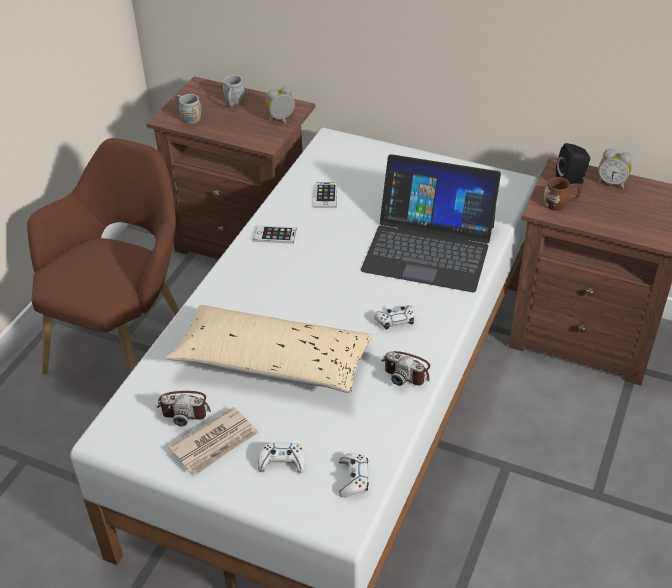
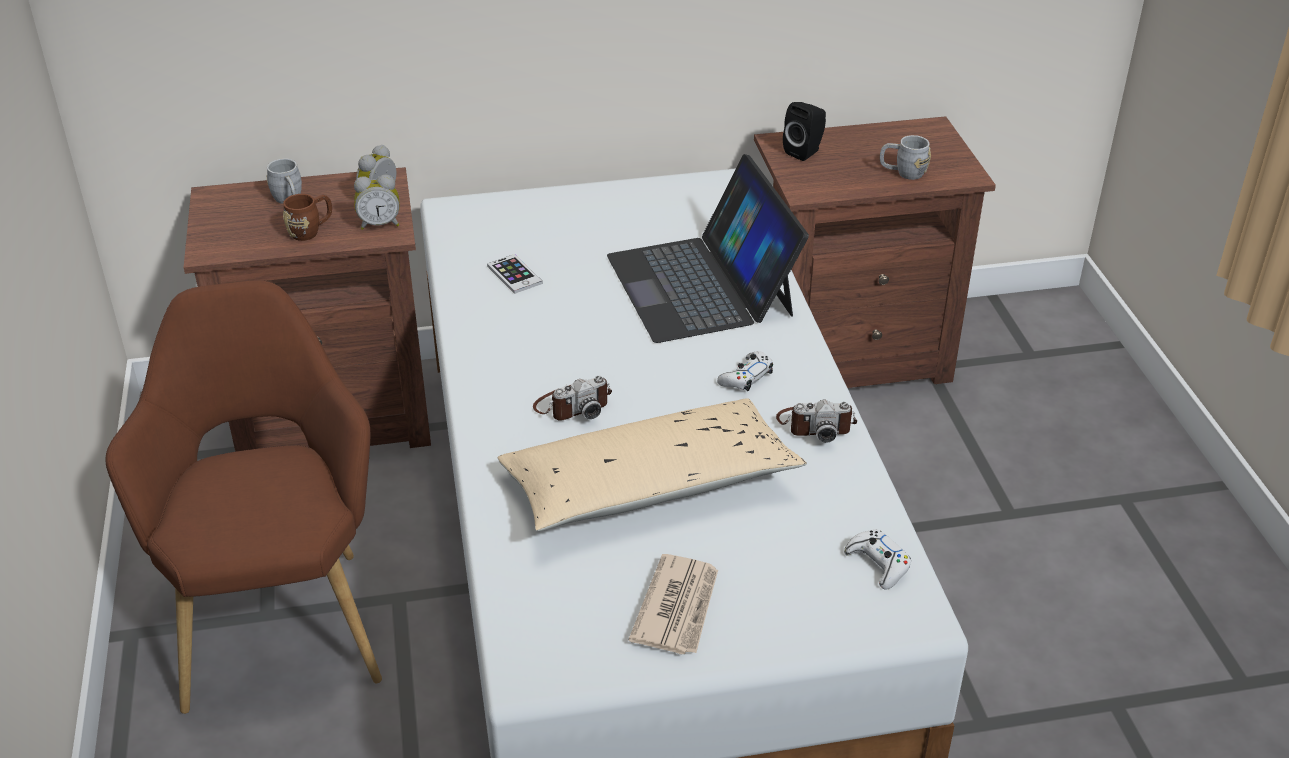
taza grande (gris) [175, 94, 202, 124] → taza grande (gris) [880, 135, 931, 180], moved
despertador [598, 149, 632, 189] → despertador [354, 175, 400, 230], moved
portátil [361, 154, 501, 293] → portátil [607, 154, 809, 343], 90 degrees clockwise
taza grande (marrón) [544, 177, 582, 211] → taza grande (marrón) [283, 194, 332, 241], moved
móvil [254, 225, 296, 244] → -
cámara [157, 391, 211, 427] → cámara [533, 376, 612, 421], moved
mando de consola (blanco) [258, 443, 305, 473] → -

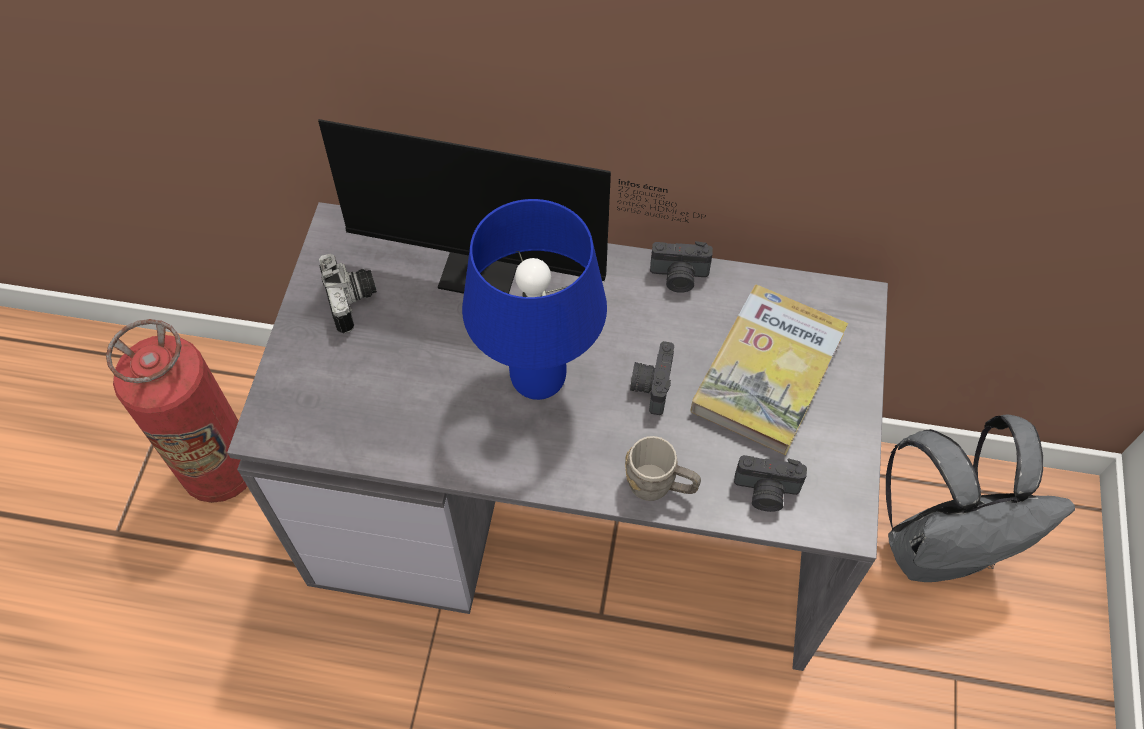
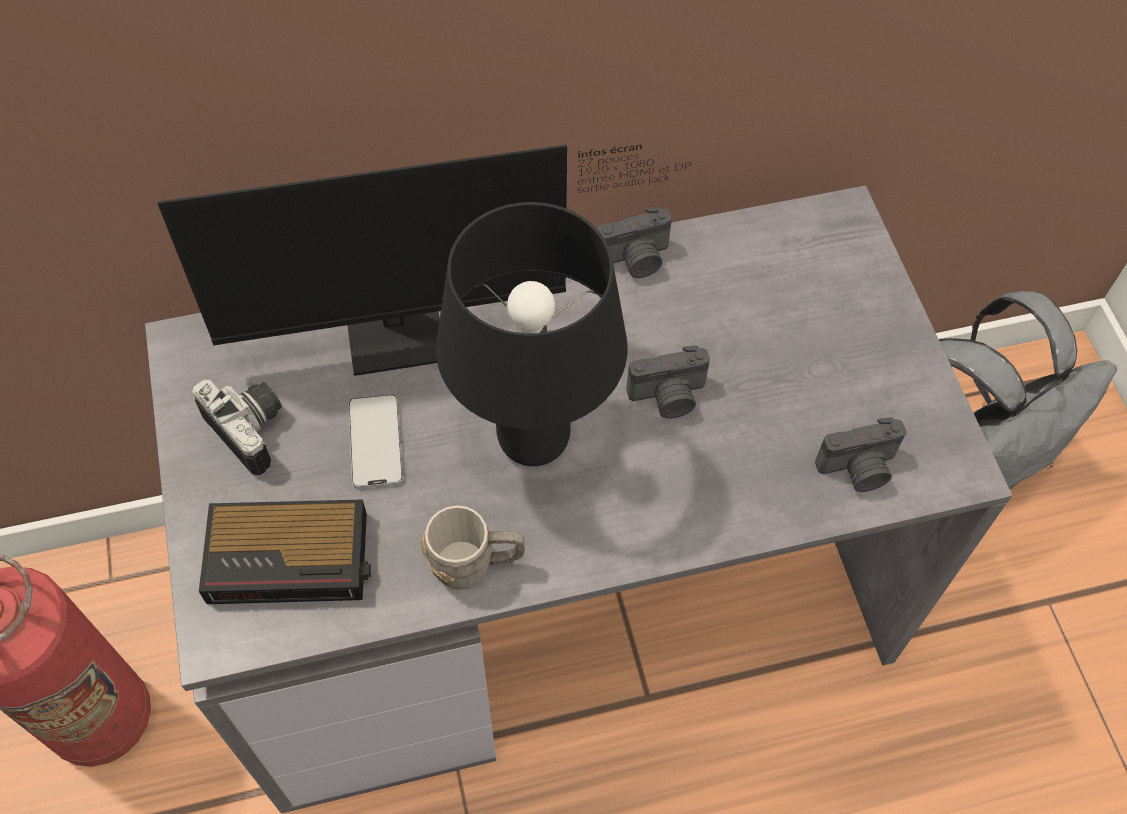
lámpara de mesa (azul) [462, 199, 607, 400] → lámpara de mesa (negro) [436, 202, 628, 466]
libro [690, 284, 848, 455] → -
cámara [630, 341, 674, 415] → cámara [626, 345, 710, 418], 90 degrees counterclockwise
taza grande (gris) [625, 436, 701, 501] → taza grande (gris) [421, 505, 525, 590], moved
- → móvil [349, 394, 403, 489]
- → despertador [199, 499, 371, 604]

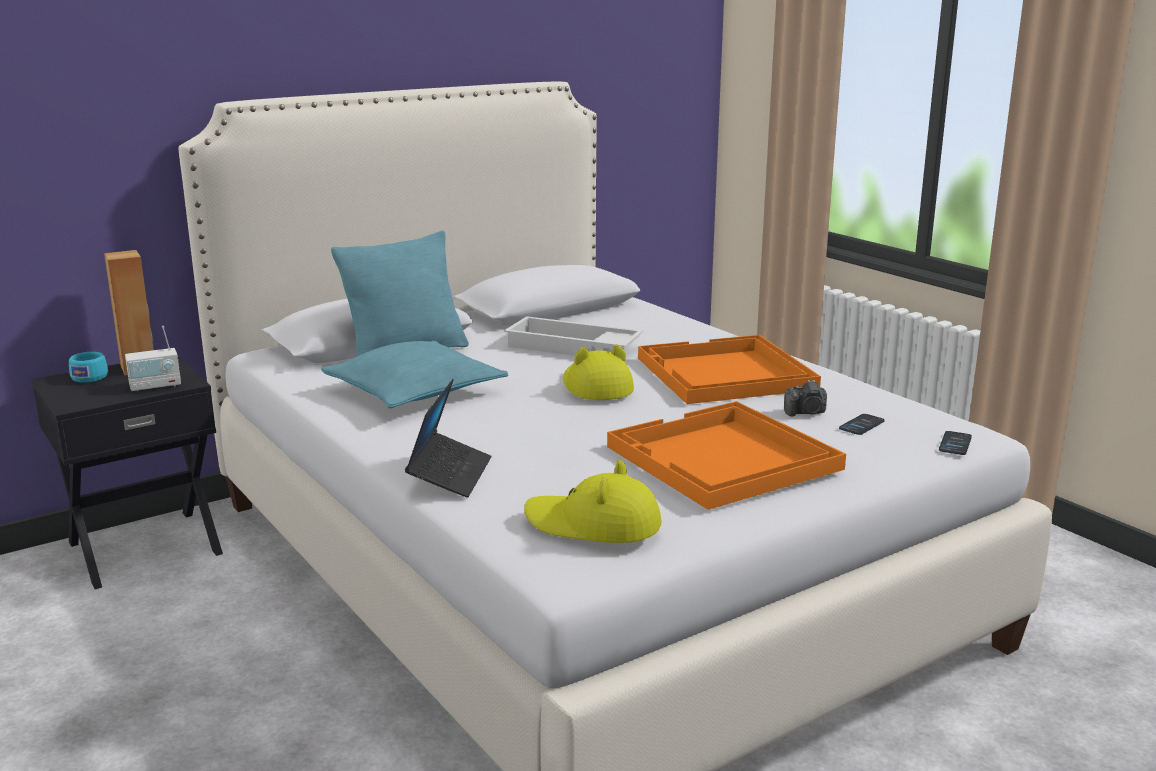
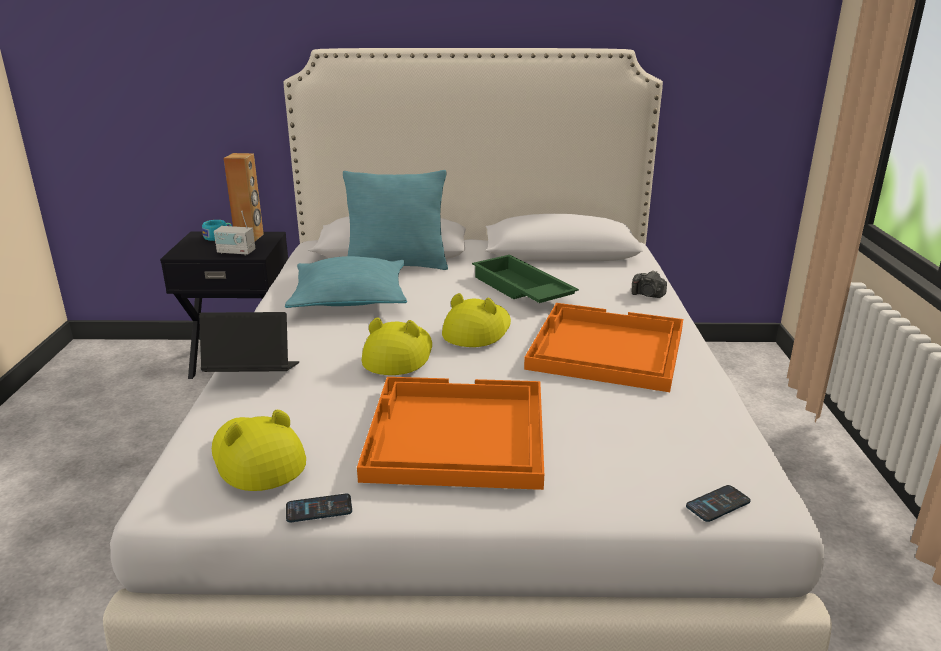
bandeja (blanco) [504, 316, 643, 356] → bandeja (verde) [472, 255, 579, 303]
portátil [405, 379, 492, 498] → portátil [199, 312, 299, 372], 135 degrees counterclockwise
cámara [784, 380, 827, 416] → cámara [632, 270, 667, 298], moved
móvil [839, 414, 885, 435] → móvil [286, 494, 352, 522], moved
- → sombrero (amarillo) [362, 317, 432, 375]

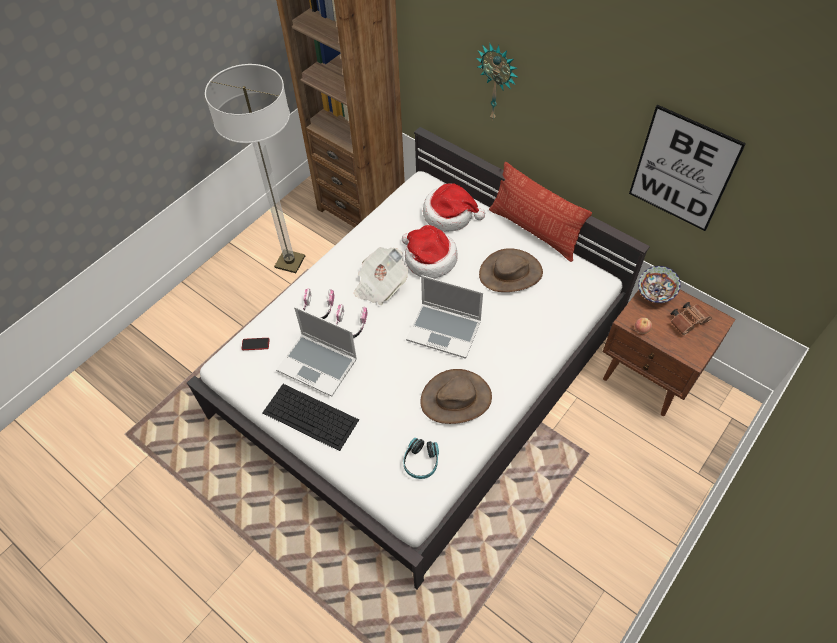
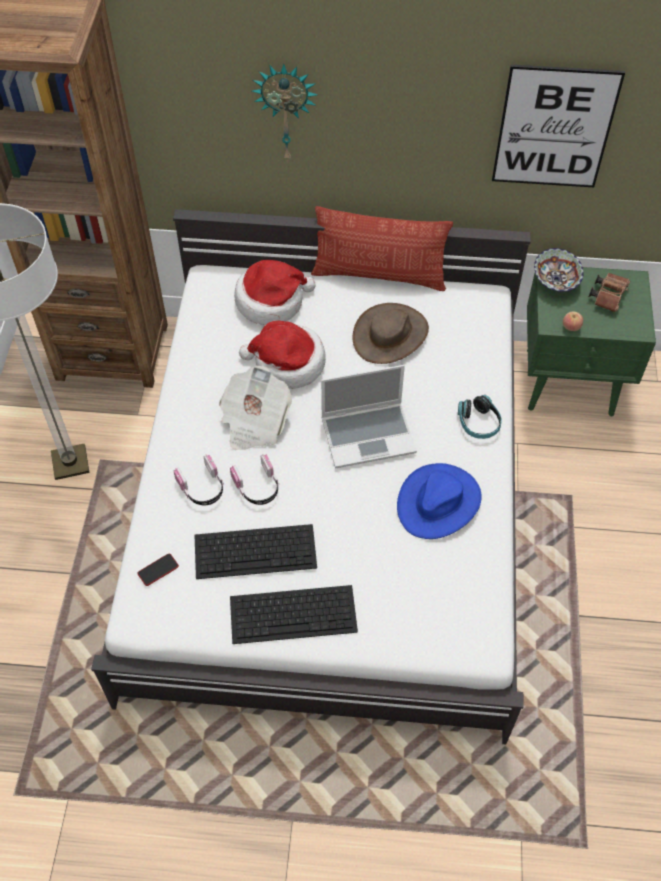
mesita de noche (marrón) [603, 290, 736, 416] → mesita de noche (verde) [527, 267, 656, 416]
portátil [276, 307, 357, 397] → teclado [195, 524, 317, 579]
sombrero (marrón) [420, 369, 492, 424] → sombrero (azul) [397, 463, 482, 539]
auriculares [403, 438, 439, 479] → auriculares [458, 395, 502, 439], moved

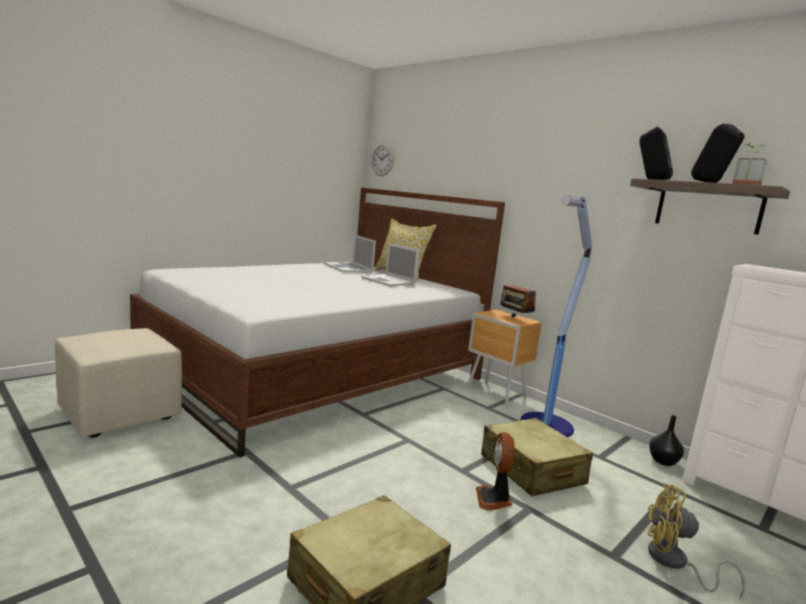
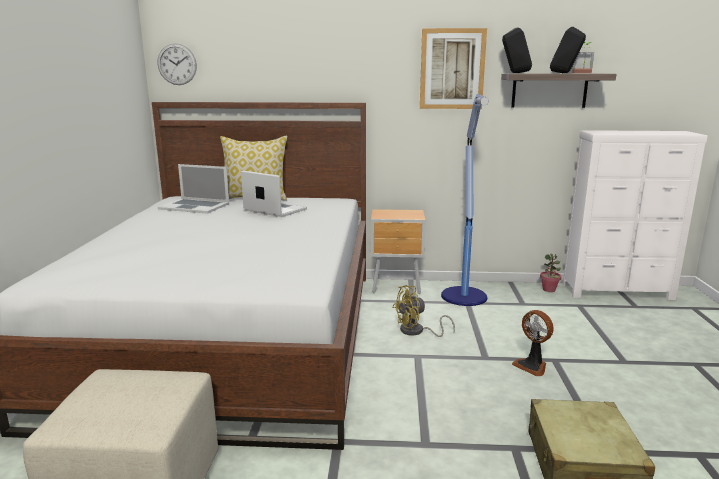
portátil [361, 243, 420, 286] → portátil [241, 171, 307, 217], 150 degrees counterclockwise
radio [500, 277, 536, 317] → -
florero (negro) [649, 415, 684, 466] → planta en maceta [540, 254, 561, 292]
maleta (beis) [481, 418, 593, 496] → -
ventilador (amarillo) [648, 483, 745, 598] → ventilador (amarillo) [392, 285, 455, 337], moved
- → cuadro [420, 28, 487, 109]

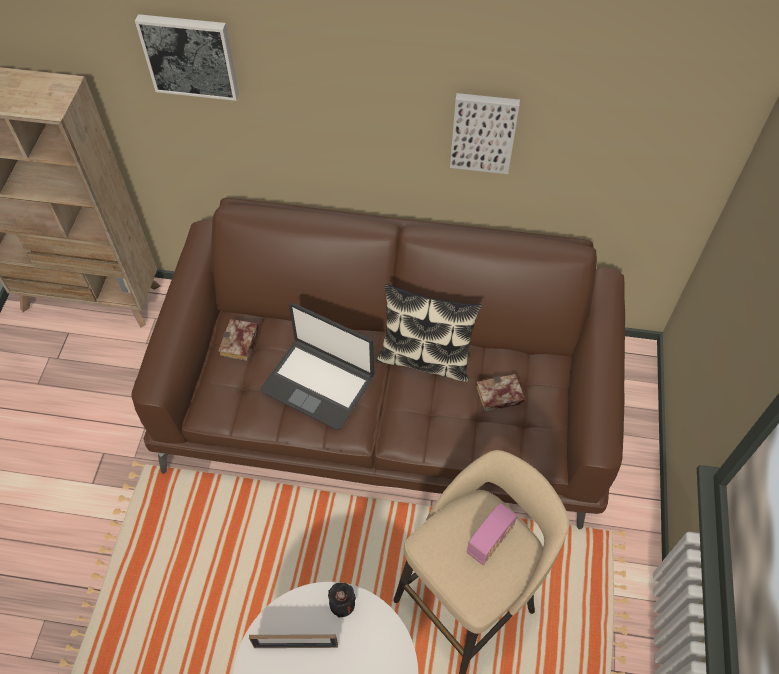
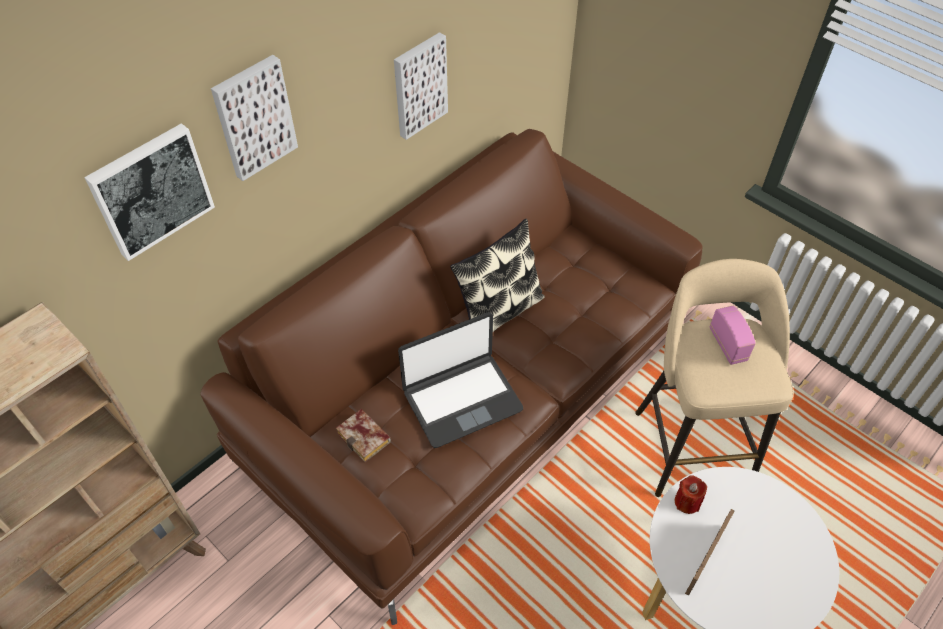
libro [476, 374, 525, 412] → -
vela (negro) [328, 583, 356, 618] → vela (rojo) [675, 475, 707, 514]
- → cuadro [211, 55, 298, 181]

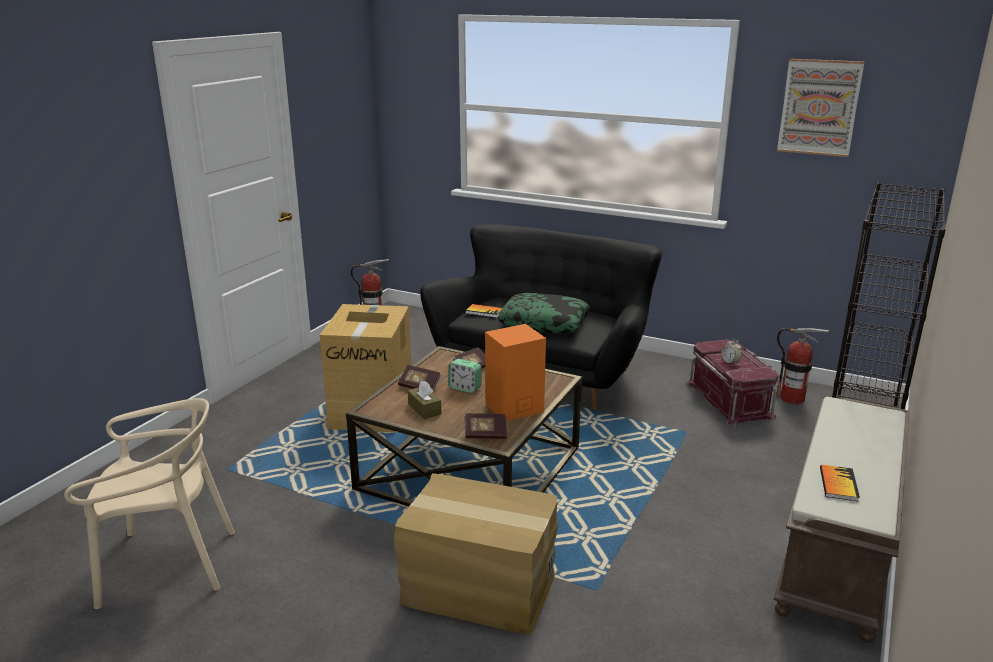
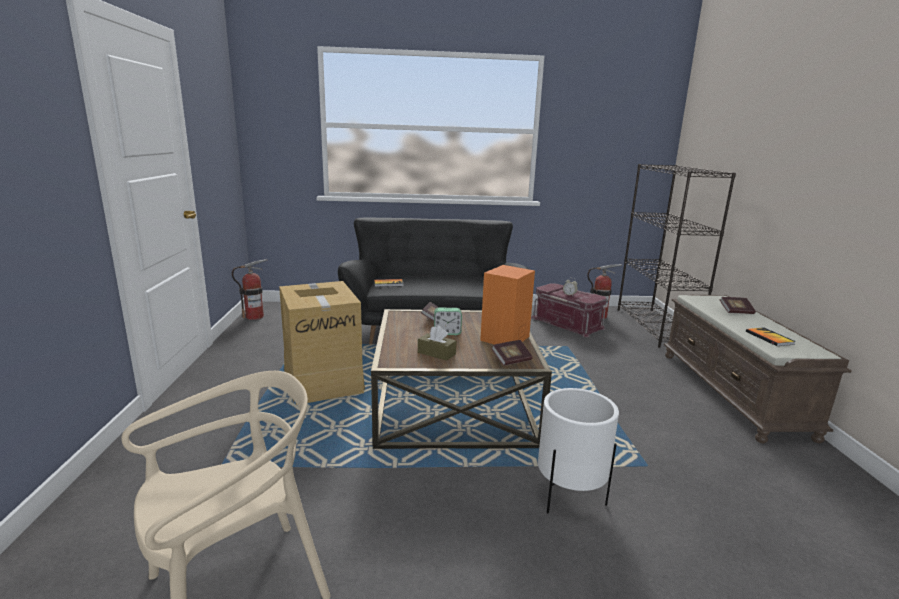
cuadro [777, 59, 864, 157] → -
cojín [497, 293, 590, 334] → -
libro [398, 365, 440, 393] → libro [720, 297, 756, 314], moved
caja de cartón [393, 473, 558, 635] → maceta (blanco) [538, 388, 619, 513]

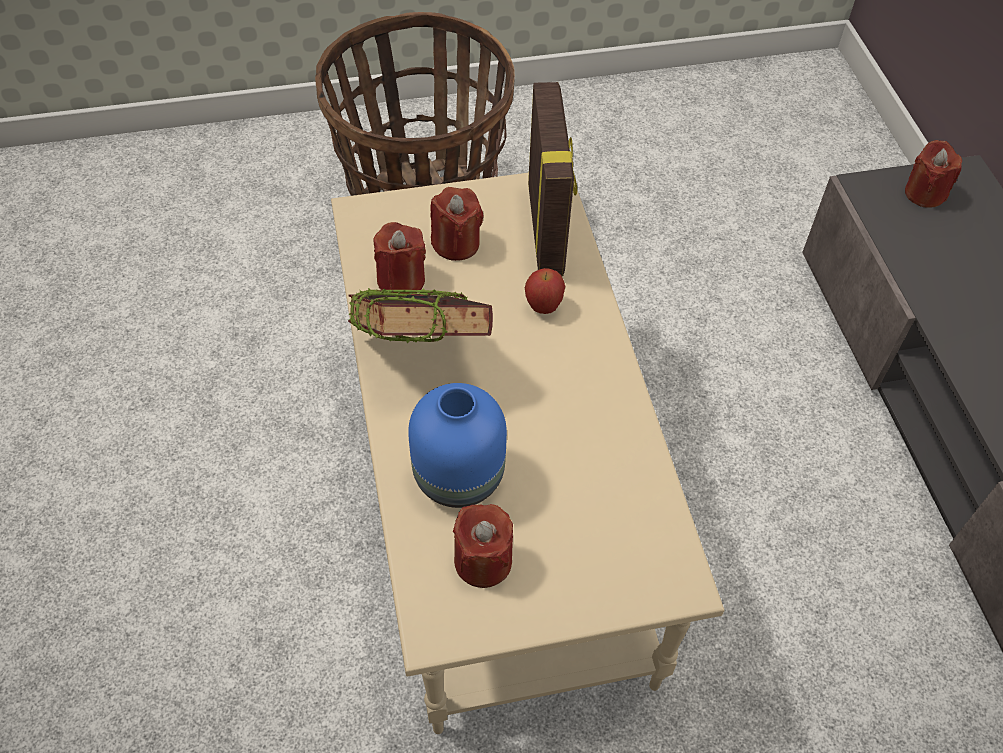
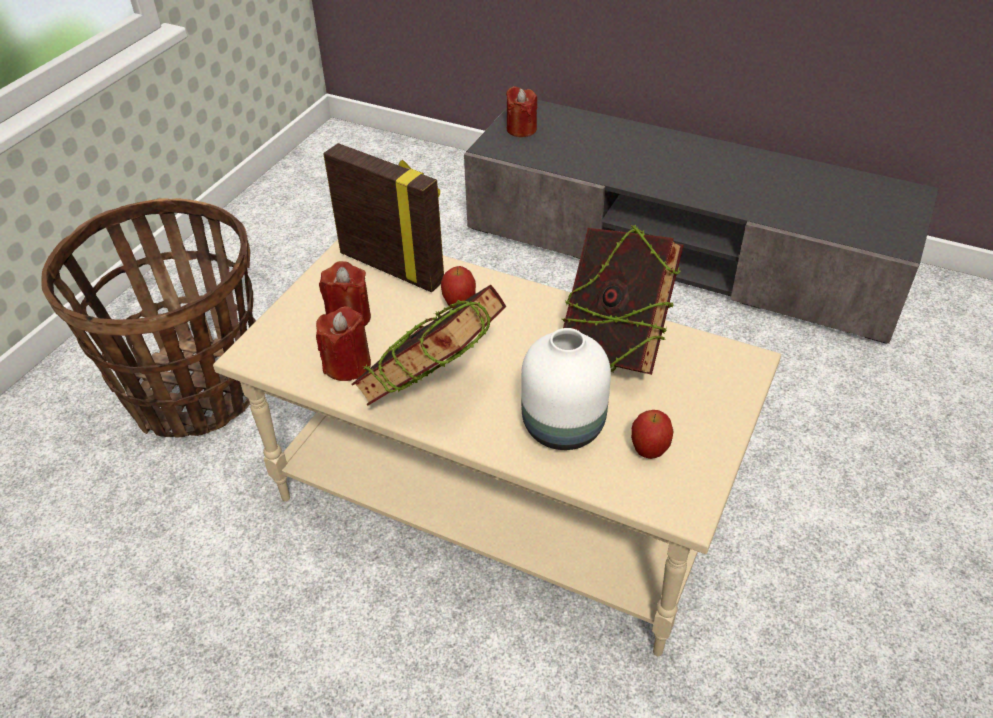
florero (azul) [408, 383, 507, 508] → florero (blanco) [521, 328, 611, 450]
vela (rojo) [453, 504, 513, 588] → manzana [631, 410, 674, 459]
- → libro [562, 225, 684, 375]

